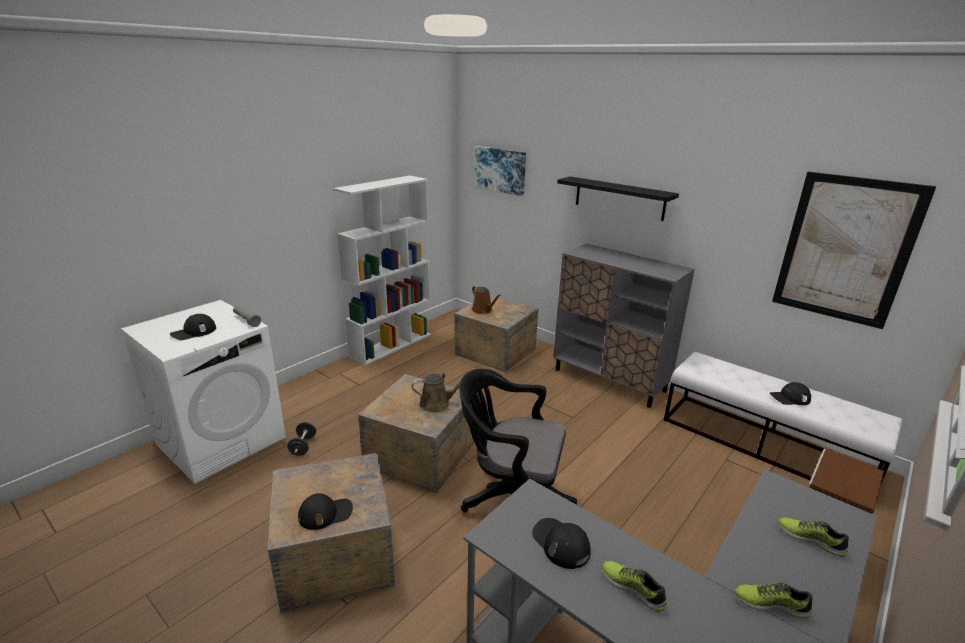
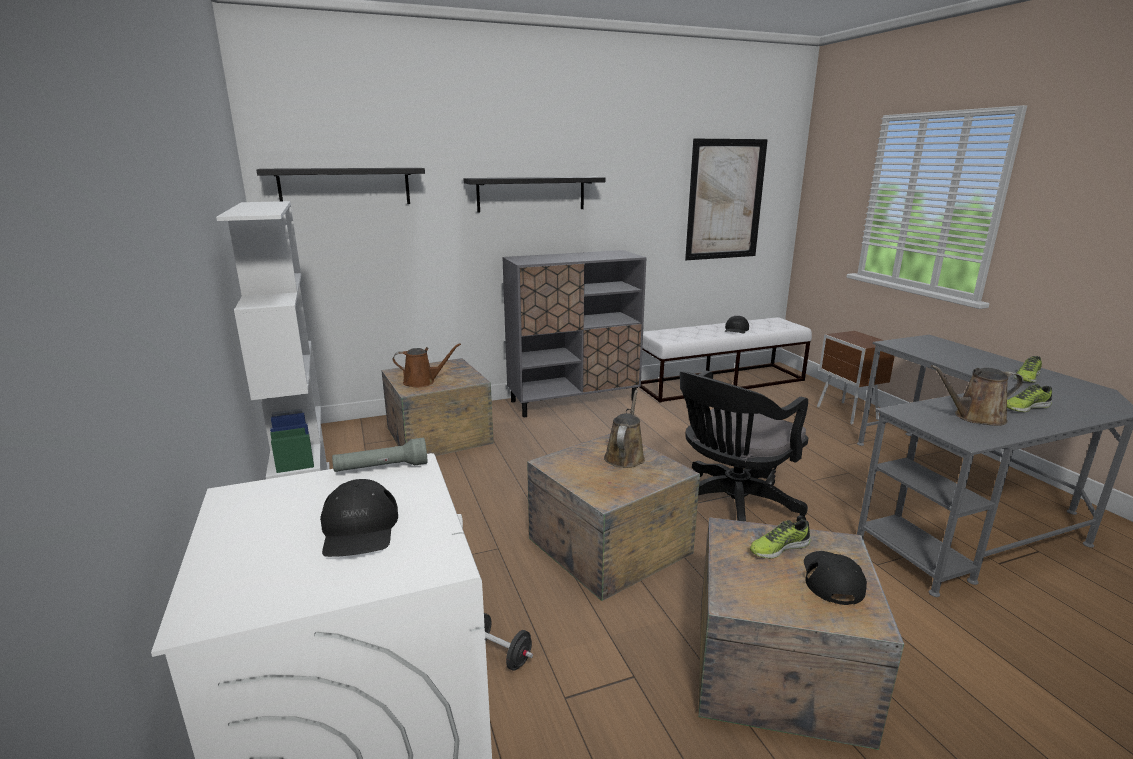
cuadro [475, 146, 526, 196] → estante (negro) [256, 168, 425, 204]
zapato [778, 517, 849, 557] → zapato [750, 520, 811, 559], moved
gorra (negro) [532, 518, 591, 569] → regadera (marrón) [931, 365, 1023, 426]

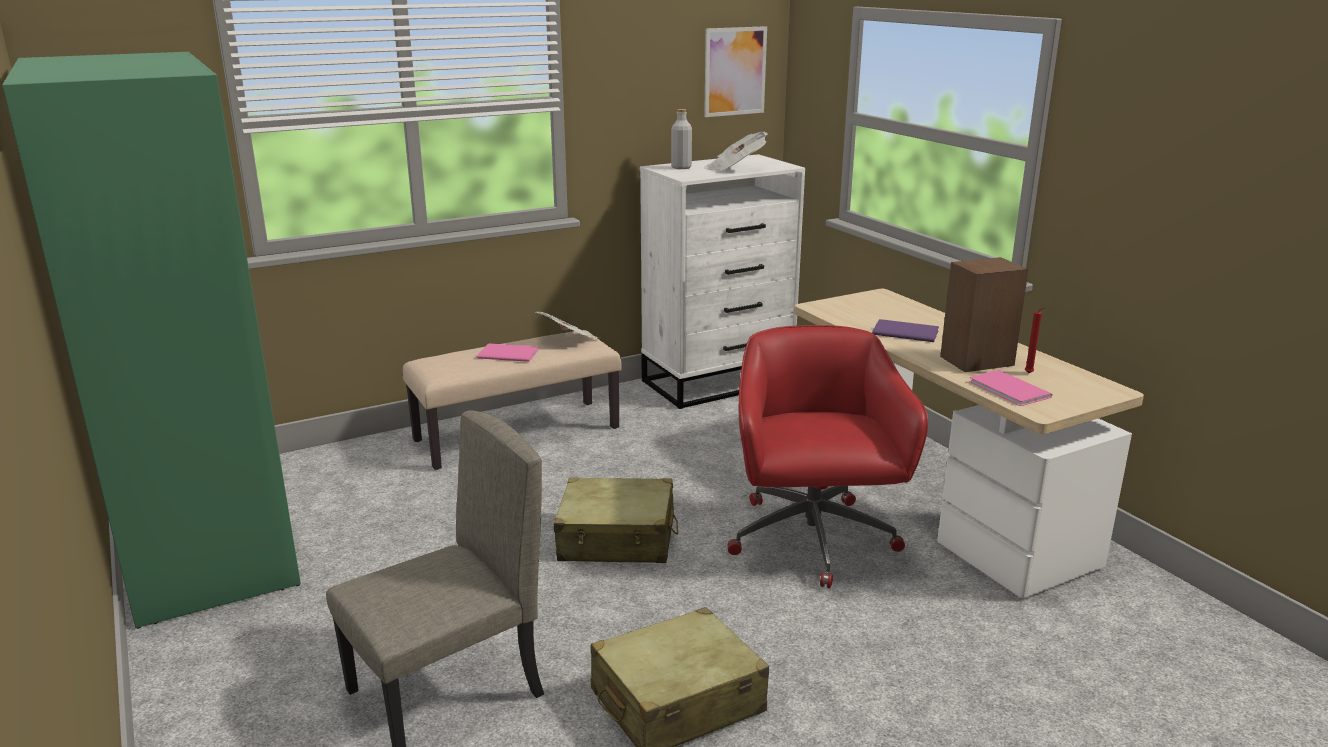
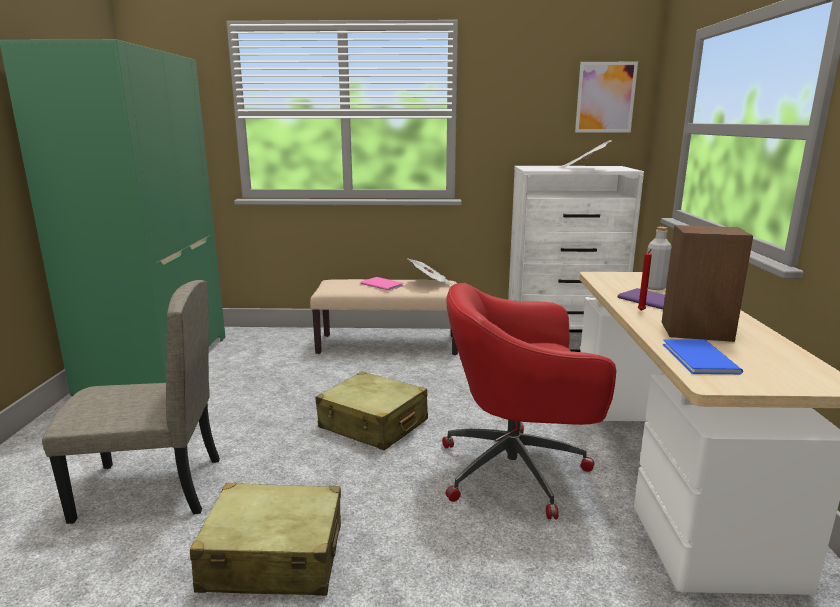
botella (gris) [671, 109, 692, 169] → botella (gris) [647, 227, 671, 290], moved
vela (rojo) [1025, 308, 1044, 373] → vela (rojo) [638, 249, 652, 311], moved
silla de oficina (rojo) [727, 325, 928, 588] → silla de oficina (rojo) [442, 283, 616, 519], 120 degrees counterclockwise
libro (rosa) [969, 370, 1053, 406] → libro (azul) [663, 339, 743, 374]

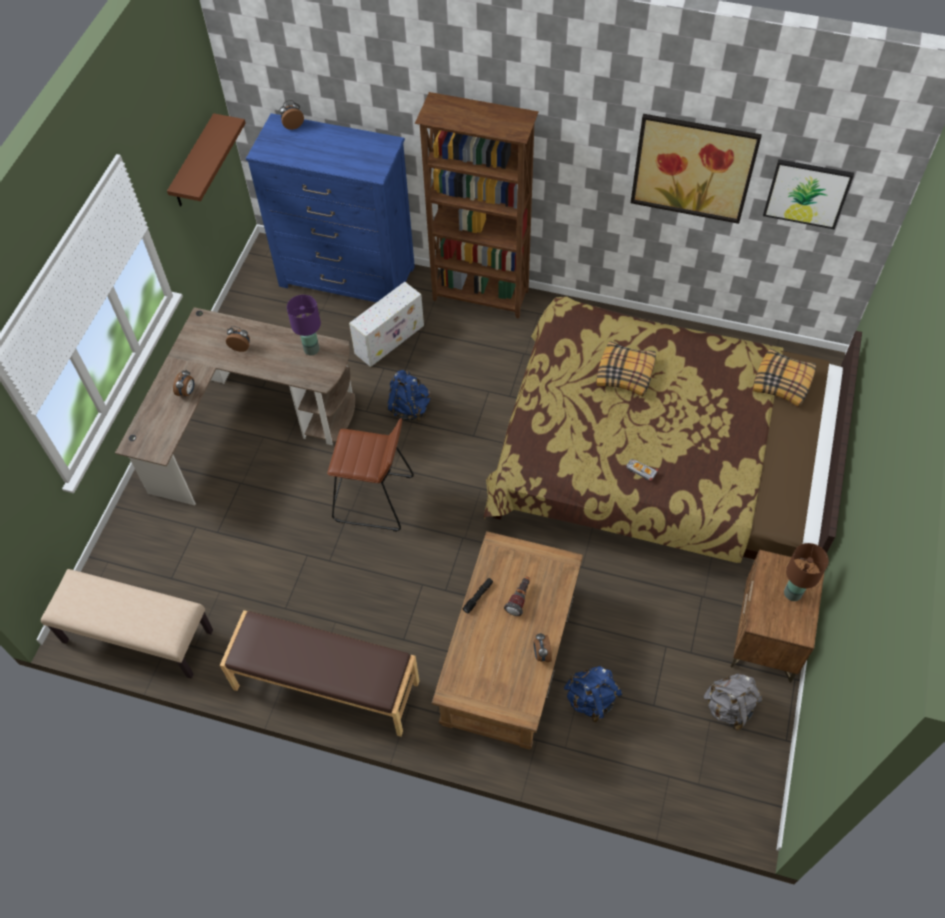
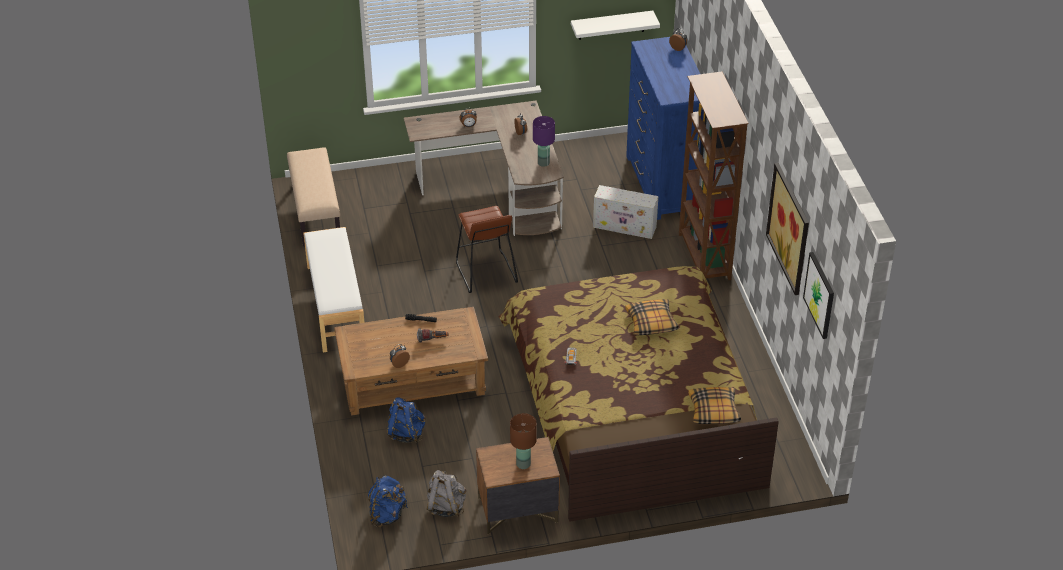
estante (marrón) [167, 113, 246, 206] → estante (blanco) [571, 11, 660, 40]
mochila (azul) [387, 370, 431, 422] → mochila (azul) [368, 476, 408, 527], moved
banco (marrón) [220, 610, 419, 737] → banco (blanco) [303, 227, 365, 353]

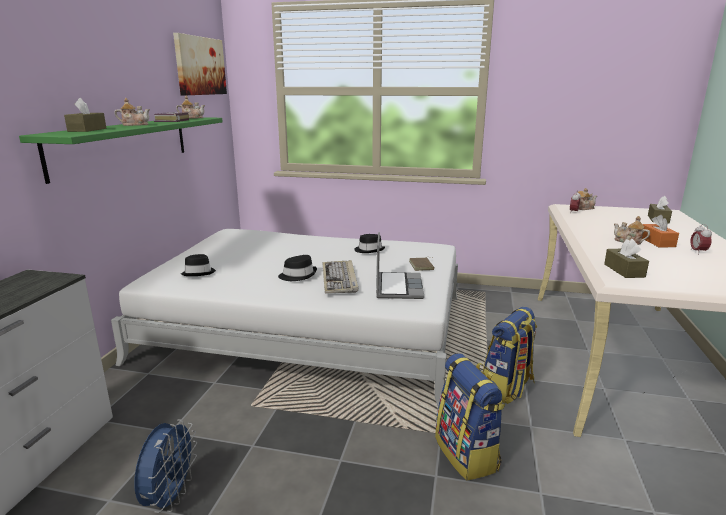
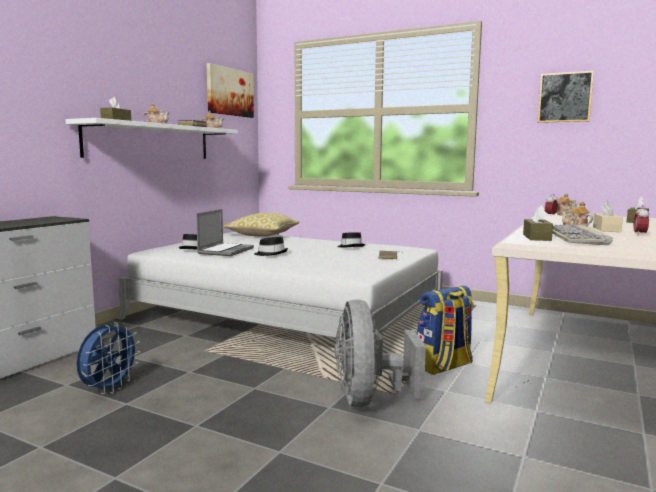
estante (verde) [19, 117, 223, 184] → estante (blanco) [65, 118, 238, 159]
caja de pañuelos (naranja) [642, 215, 679, 247] → caja de pañuelos (beis) [593, 201, 623, 232]
portátil [376, 232, 424, 299] → portátil [196, 209, 254, 256], moved
teclado [322, 260, 358, 294] → teclado [552, 225, 613, 245], moved
mochila [435, 353, 505, 481] → ventilador (gris) [335, 299, 426, 407]
- → cuadro [538, 71, 594, 123]
- → cojín [223, 213, 300, 237]

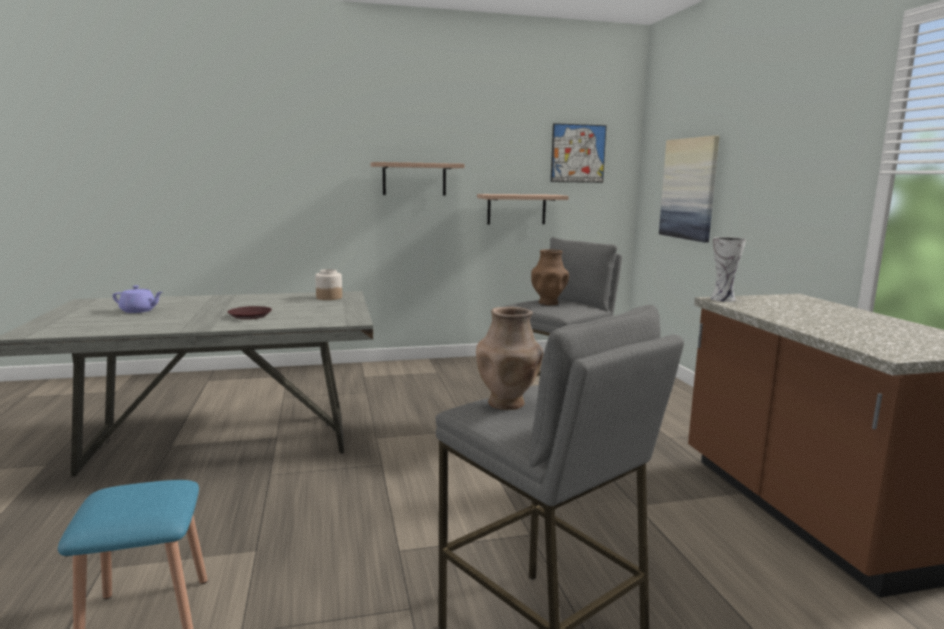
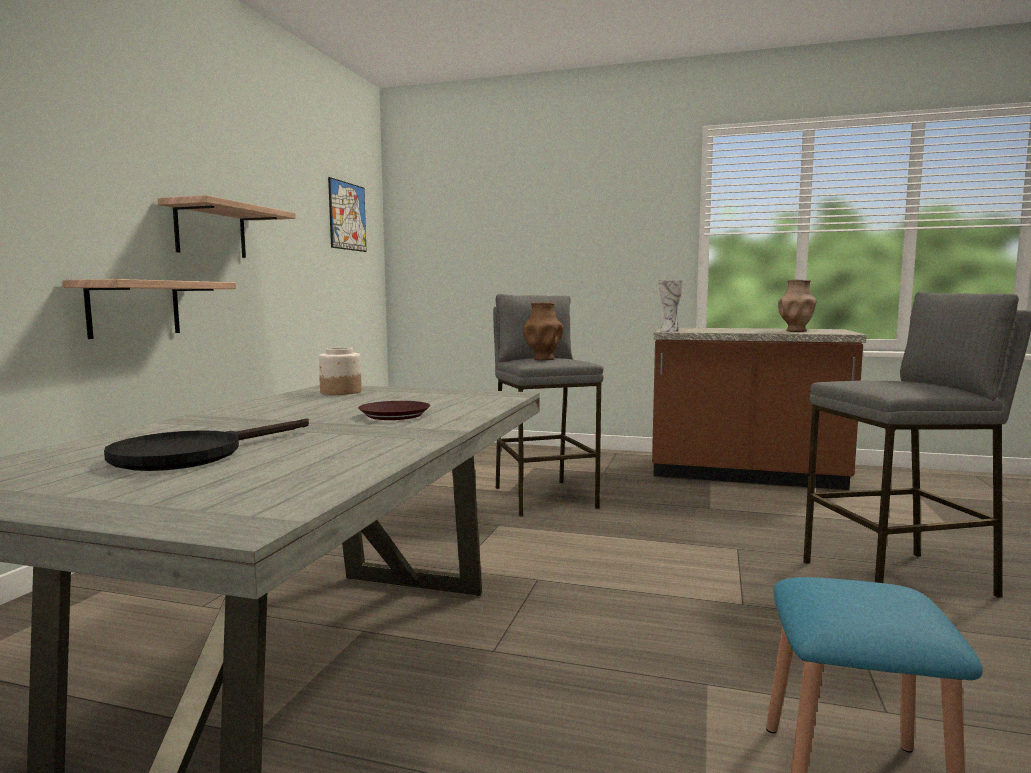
cuadro [659, 135, 719, 242] → -
estante [477, 194, 569, 224] → estante [62, 279, 236, 339], moved
tetera (morado) [113, 285, 162, 313] → sartén (negro) [104, 418, 309, 471]
florero (marrón) [476, 307, 543, 410] → florero (marrón) [778, 280, 817, 332], moved

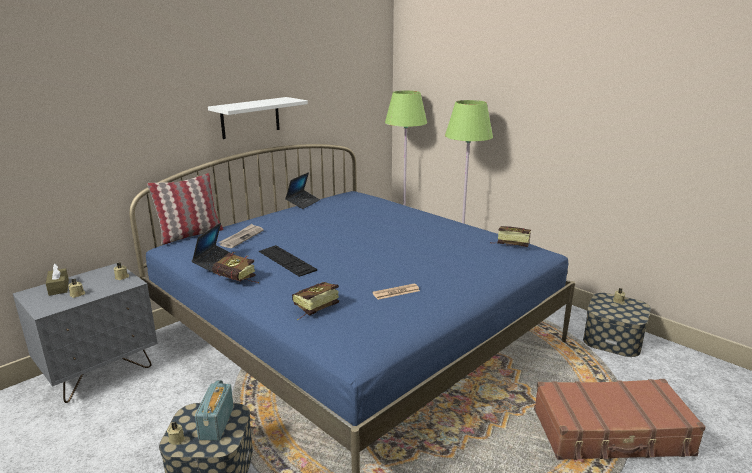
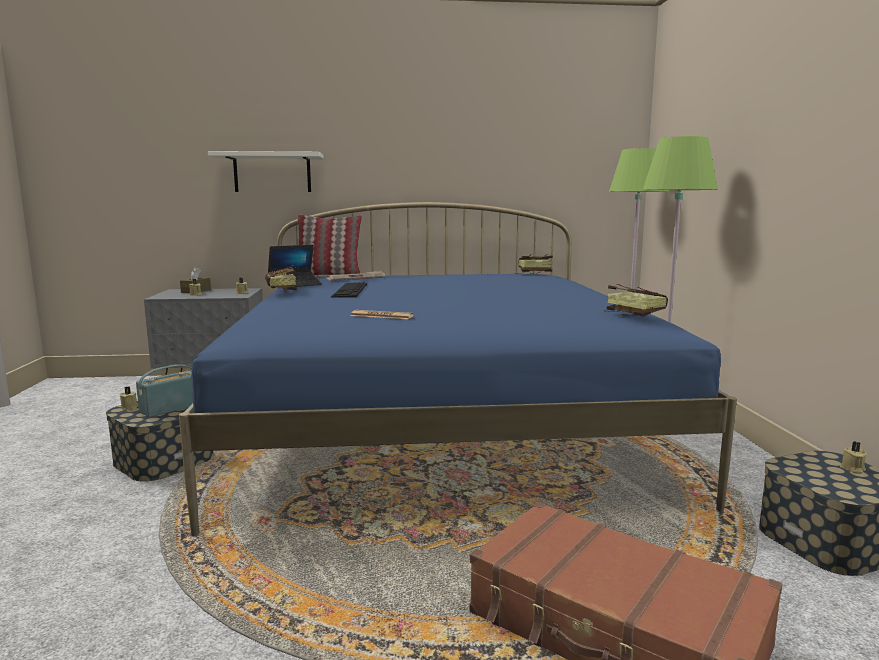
estante (blanco) [208, 97, 308, 139] → estante (blanco) [208, 151, 324, 192], moved
portátil [285, 172, 320, 209] → -
libro [292, 282, 339, 321] → libro [516, 254, 553, 274], moved

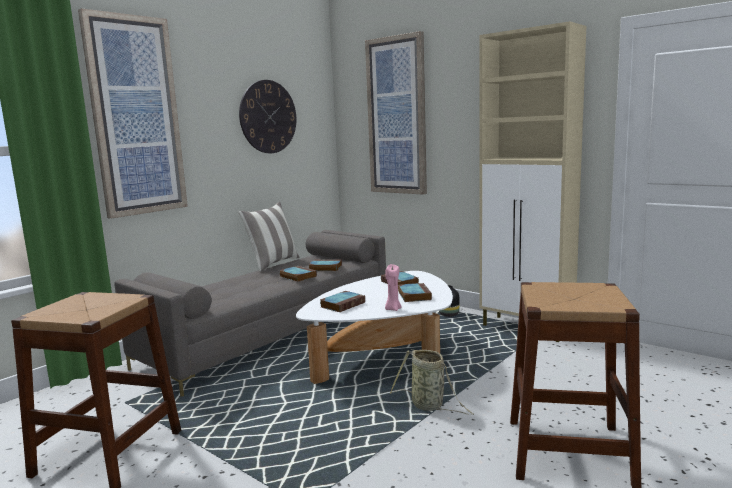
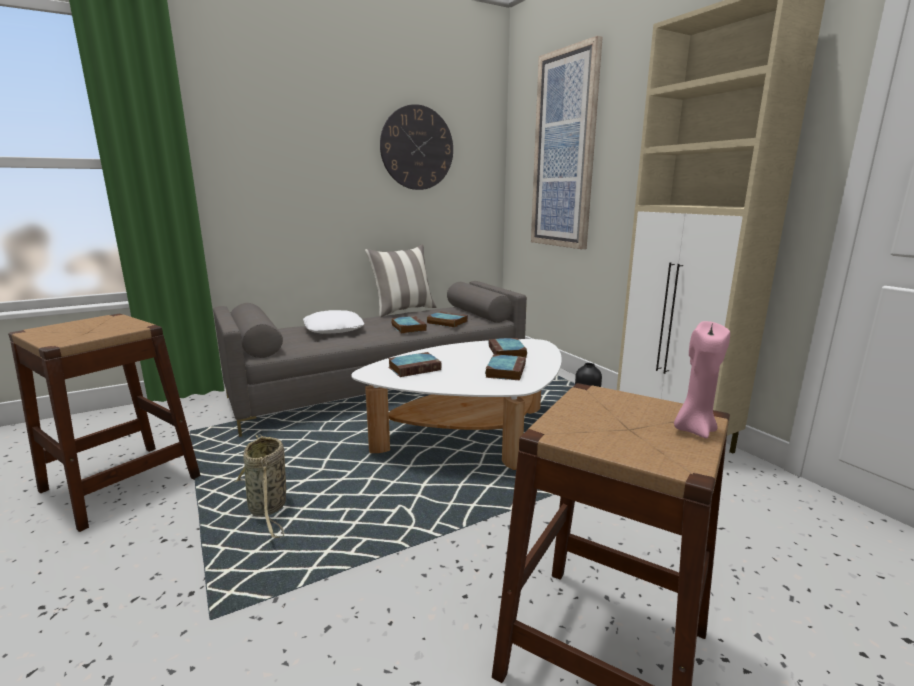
cuadro [78, 8, 188, 219] → -
vela (rosa) [385, 264, 402, 311] → vela (rosa) [674, 321, 730, 439], moved
cesta [390, 349, 474, 415] → cesta [235, 434, 286, 538], moved
- → cojín (blanco) [303, 310, 364, 334]

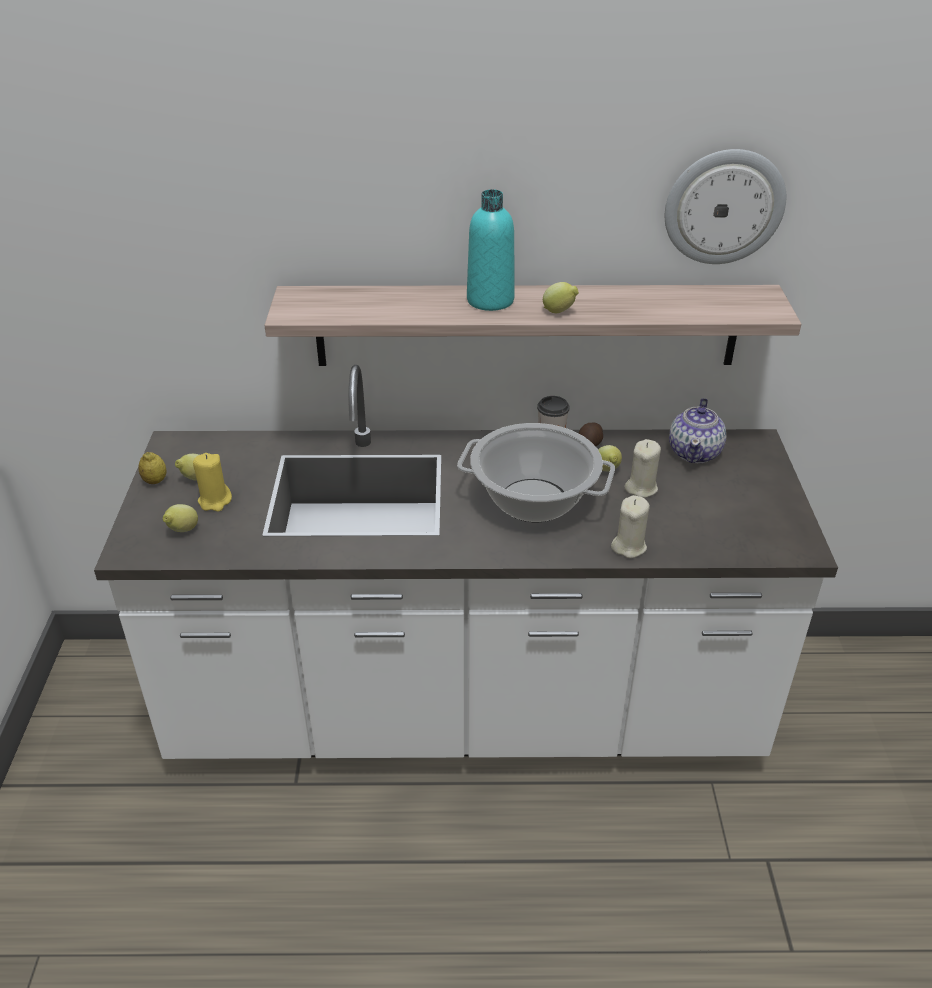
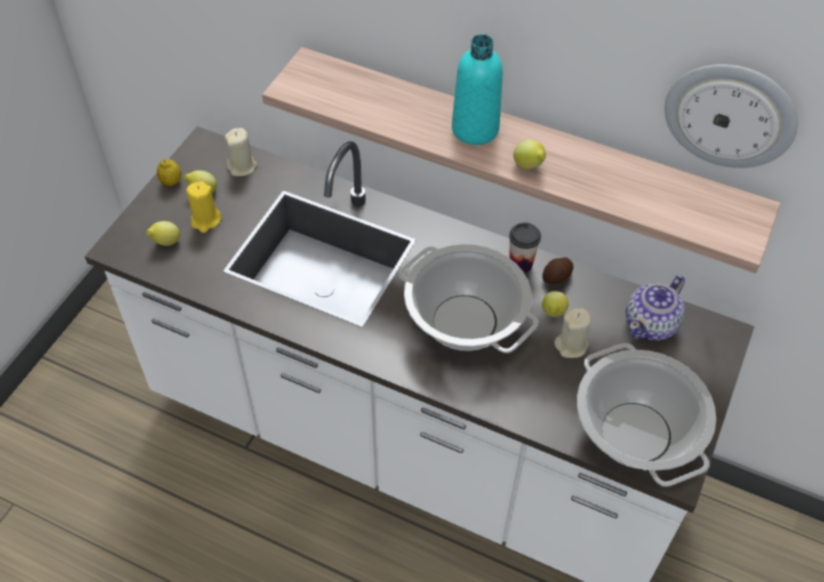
vela (beis) [611, 495, 650, 558] → vela (beis) [225, 128, 257, 176], moved
- → olla [577, 343, 716, 487]

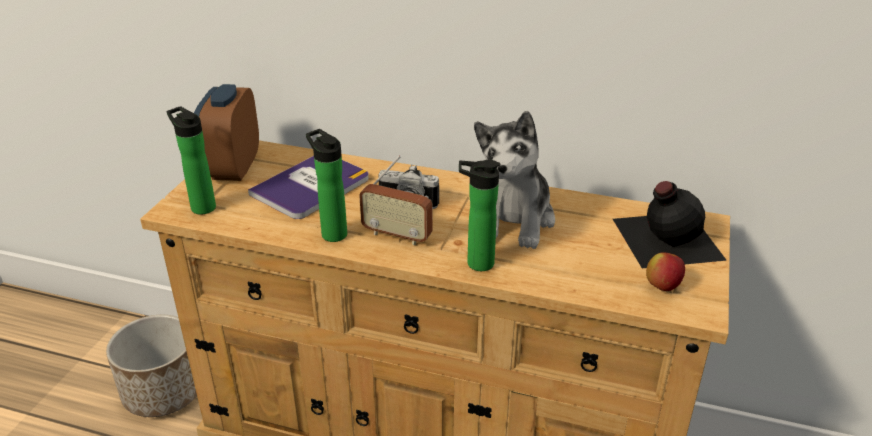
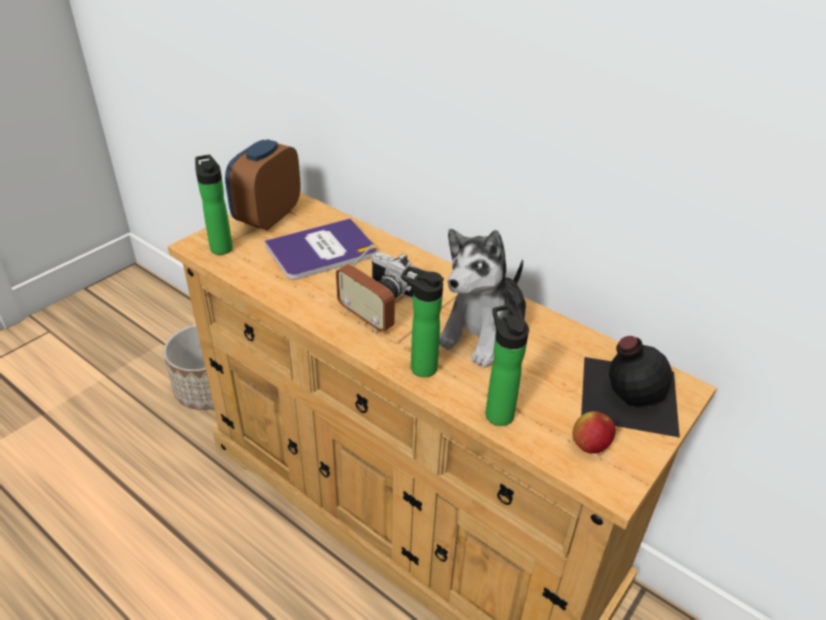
botella [306, 129, 347, 242] → botella [485, 304, 529, 426], moved

